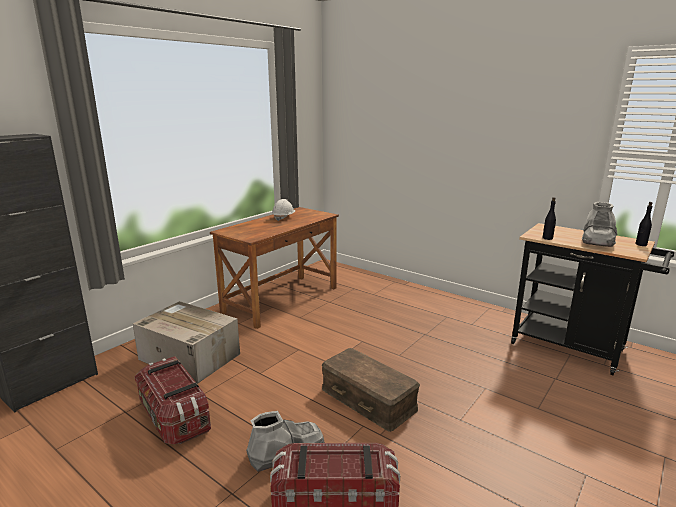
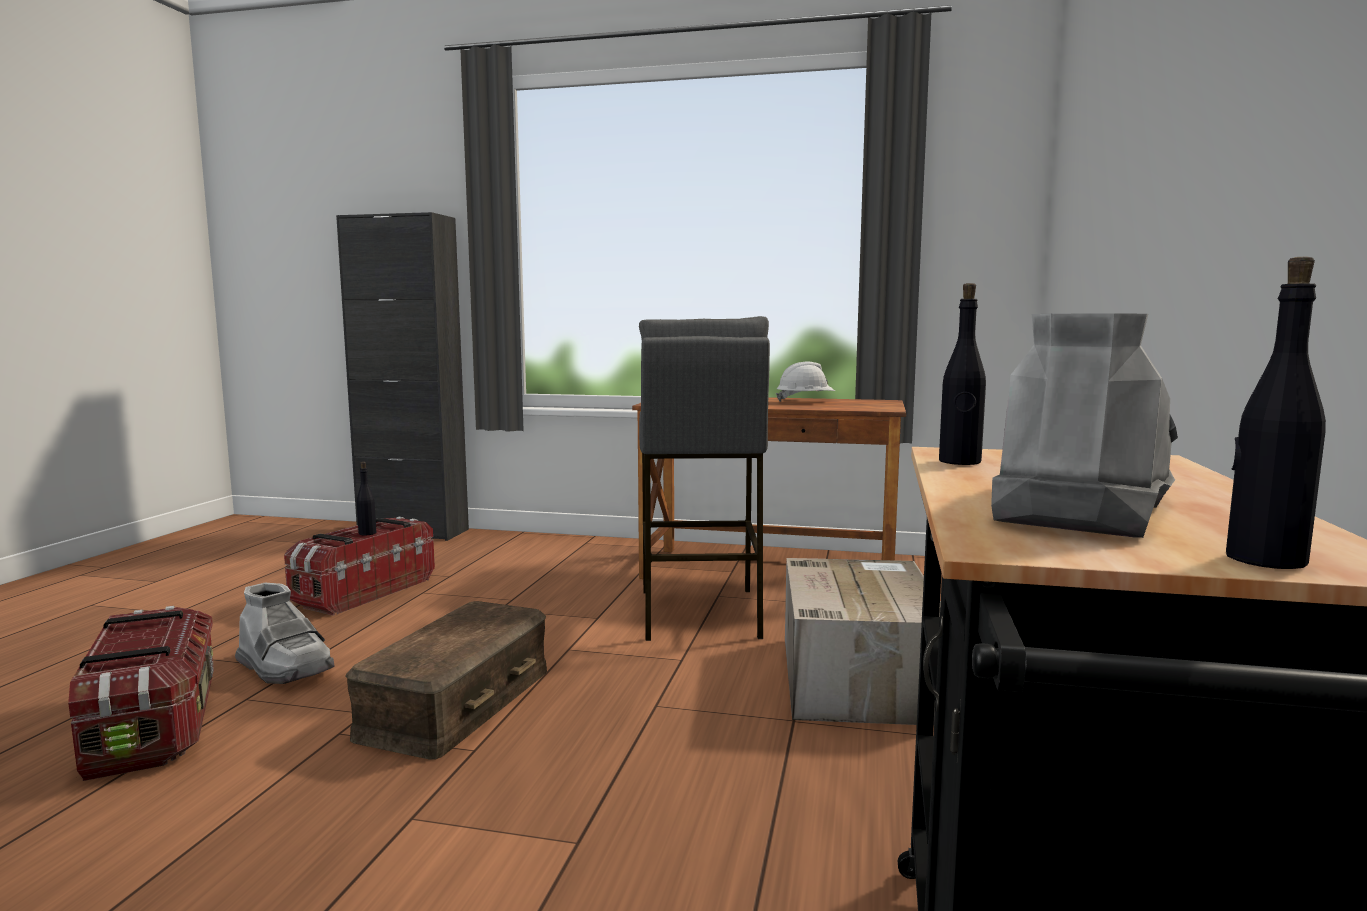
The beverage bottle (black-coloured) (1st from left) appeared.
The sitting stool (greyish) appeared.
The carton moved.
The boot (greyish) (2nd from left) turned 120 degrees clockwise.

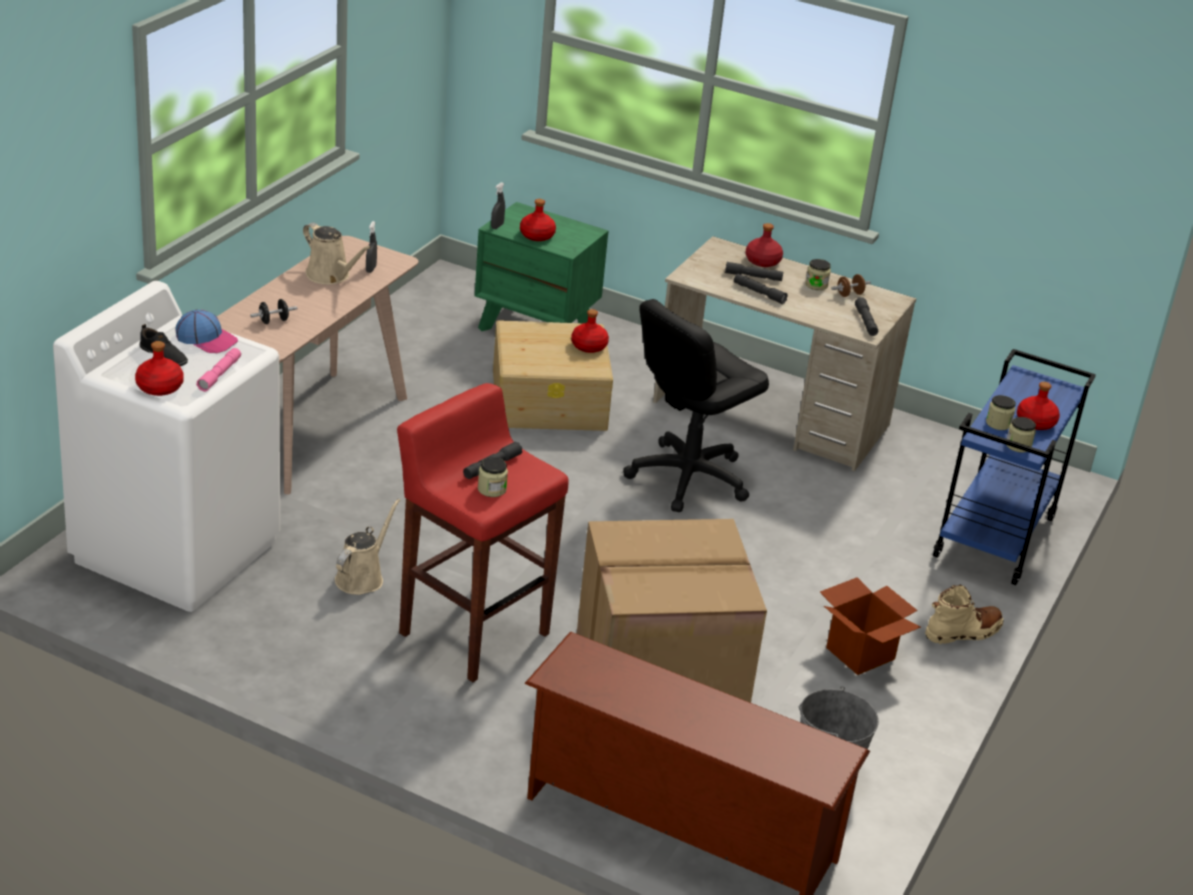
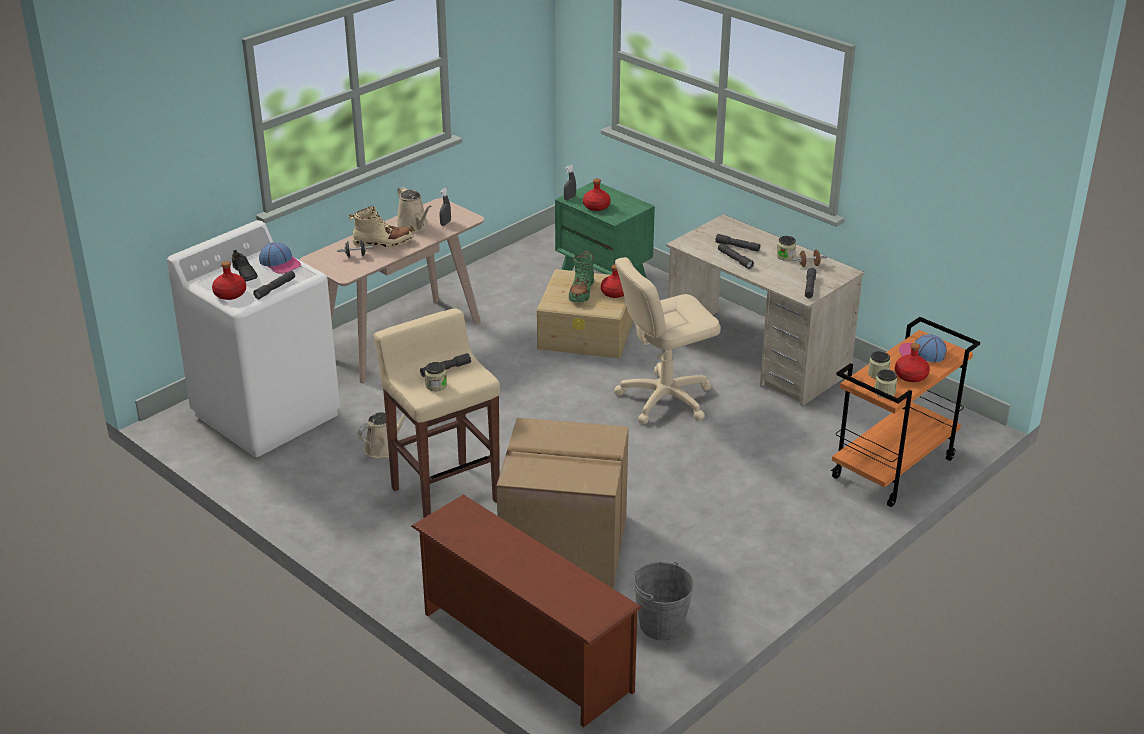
The torch (pinkish) became the torch (greyish) (1st from left).
The boot (beige-coloured) moved.
The sitting stool (reddish) became the sitting stool (beige-coloured).
The boot (green) appeared.
The desk chair (black-coloured) became the desk chair (beige-coloured).
The trolley (bluish) became the trolley (orange).
The cap (2nd from left) appeared.
The beverage bottle (reddish) (4th from left) disappeared.
The carton (2nd from left) disappeared.

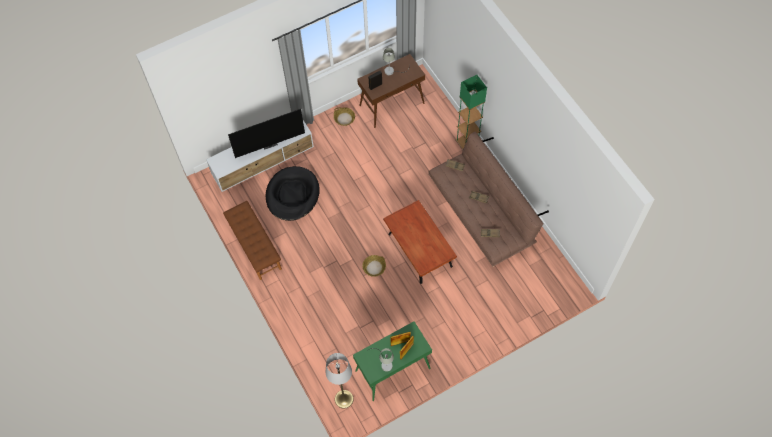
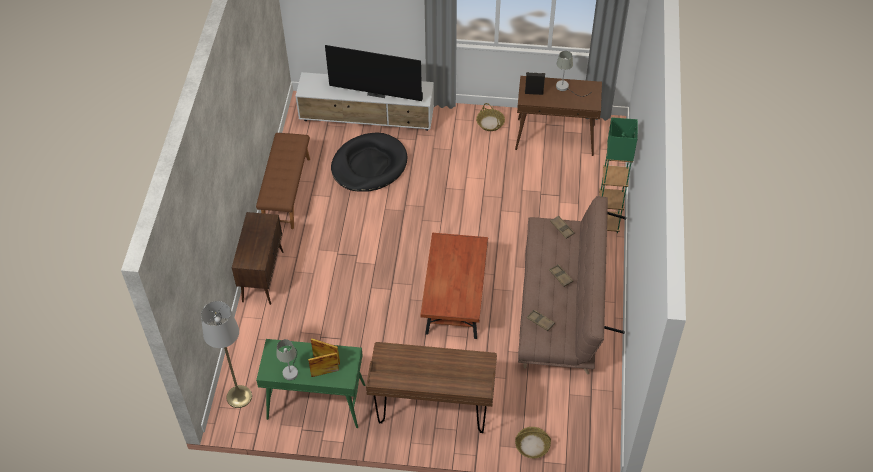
The cupboard (brown-coloured) appeared.
The desk table (brown-coloured) appeared.
The storage basket (2nd from left) moved.

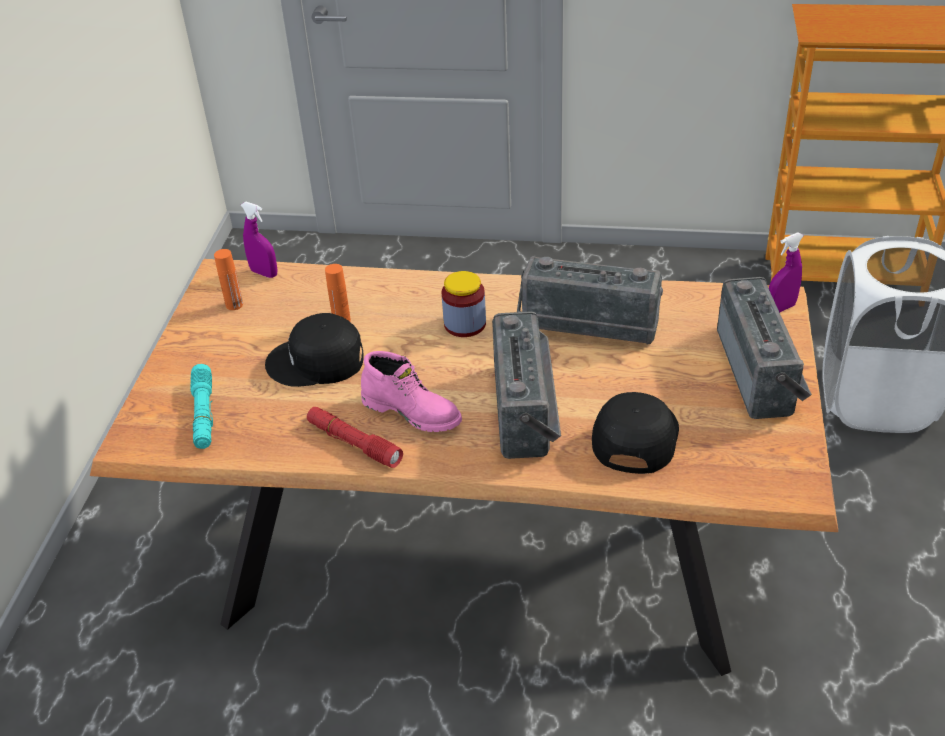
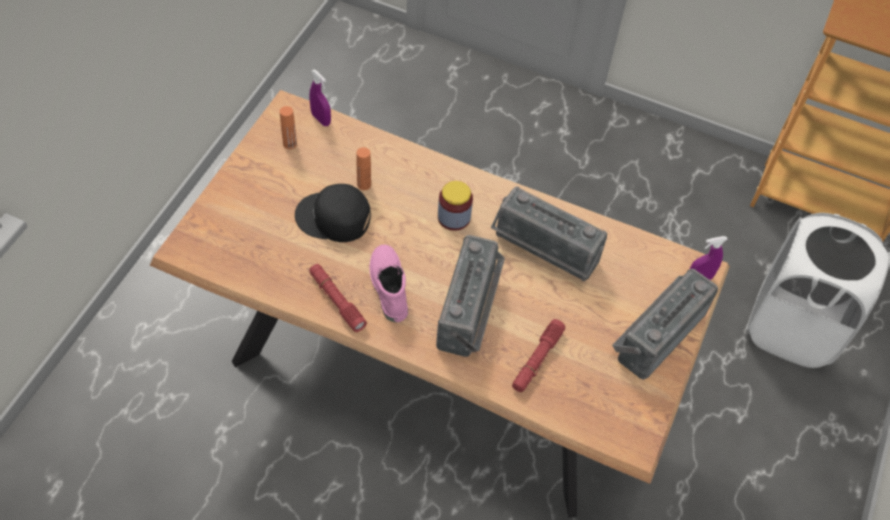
The boot (pinkish) turned 150 degrees counterclockwise.
The cap (black-coloured) (2nd from left) was replaced by the torch (reddish) (2nd from left).
The radio receiver (3rd from left) turned 150 degrees counterclockwise.
The torch (turquoise) disappeared.

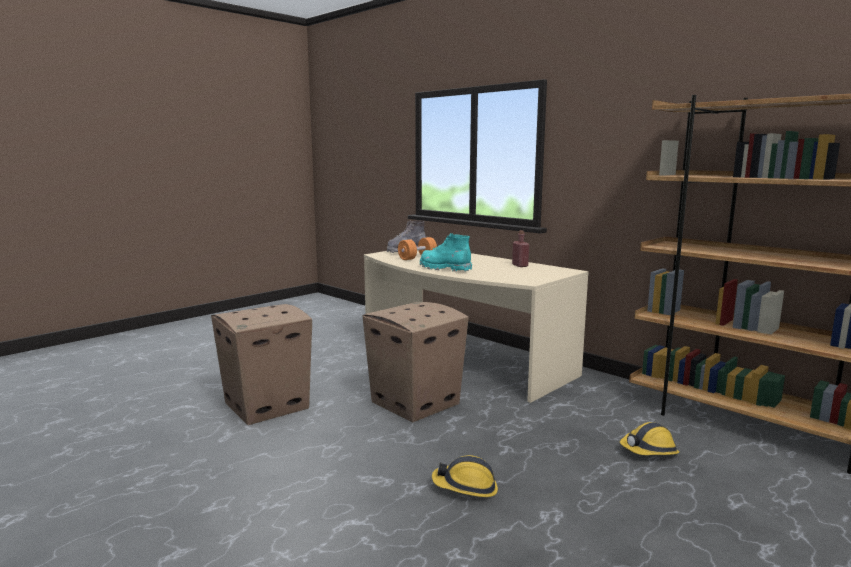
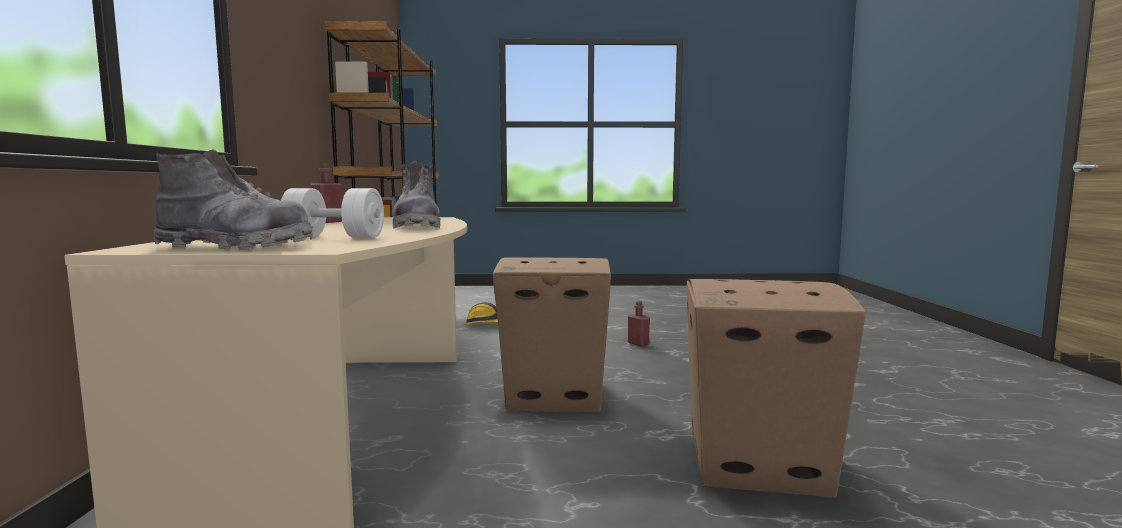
The hand weight (orange) became the hand weight (white).
The boot (turquoise) became the boot (greyish) (2nd from left).
The hard hat (1st from left) was replaced by the beverage bottle (reddish) (2nd from left).

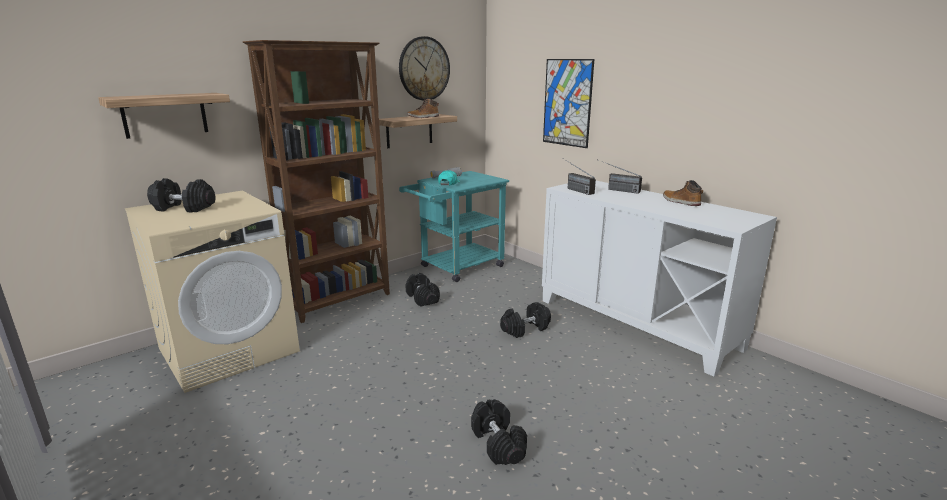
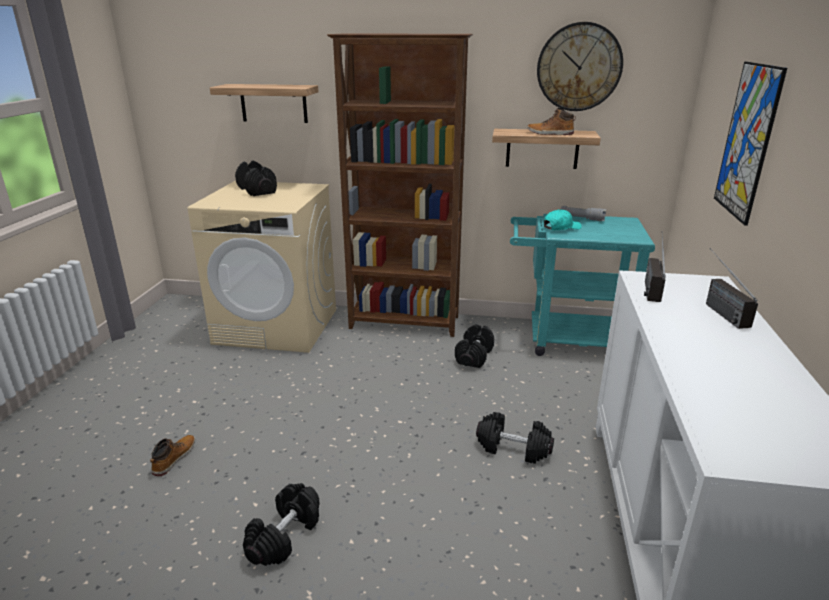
The boot (2nd from left in the first image) moved.

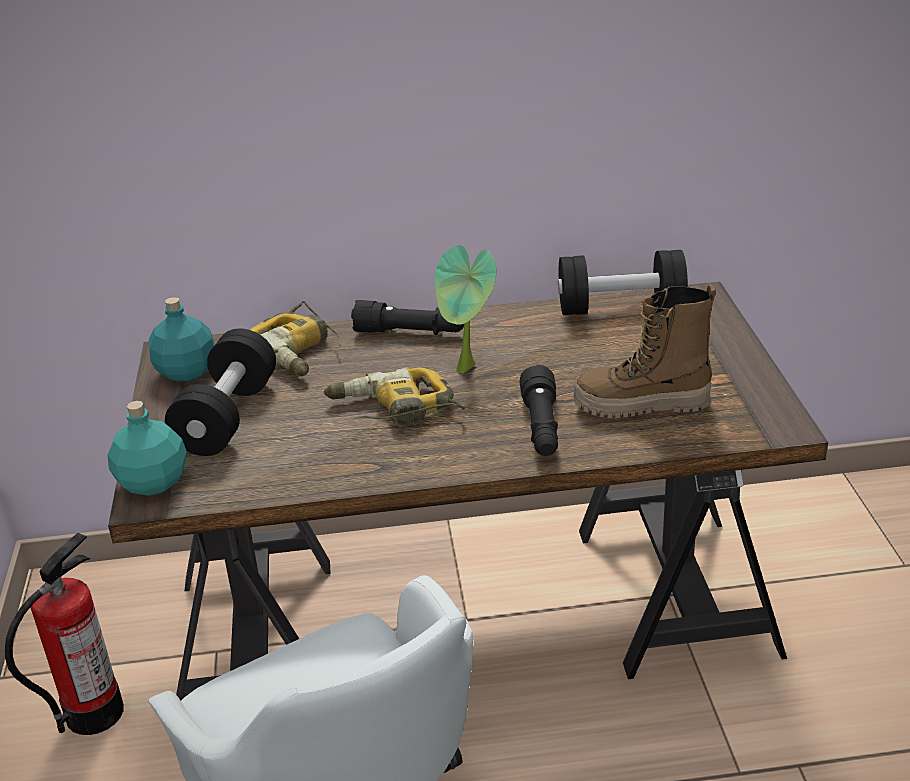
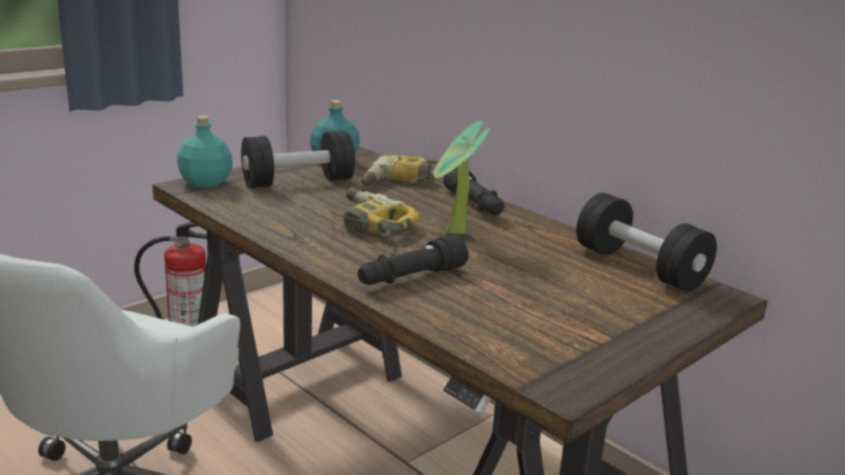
The boot disappeared.

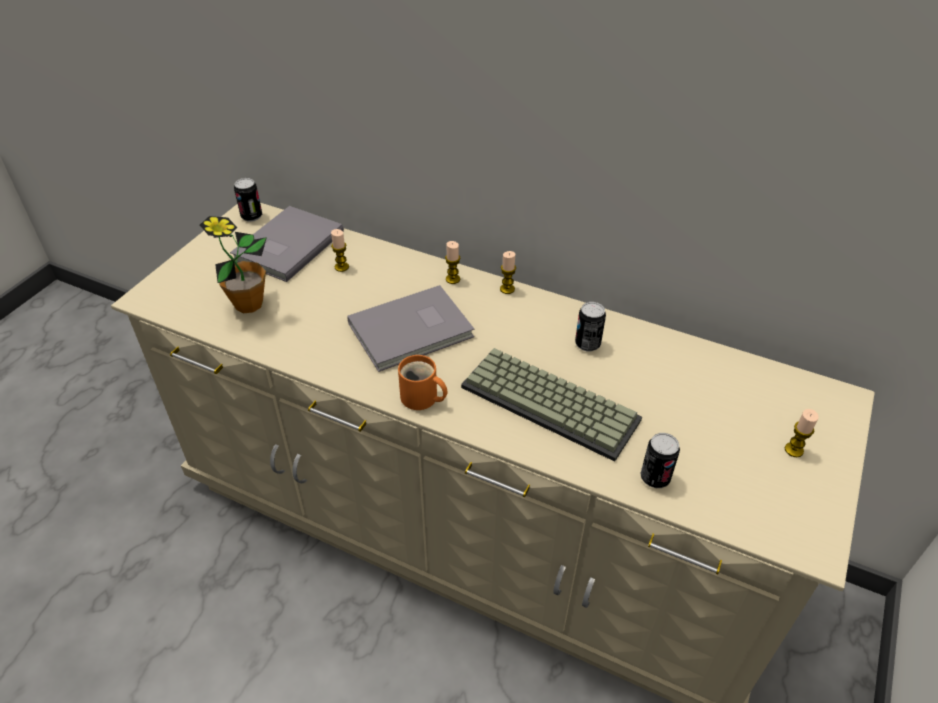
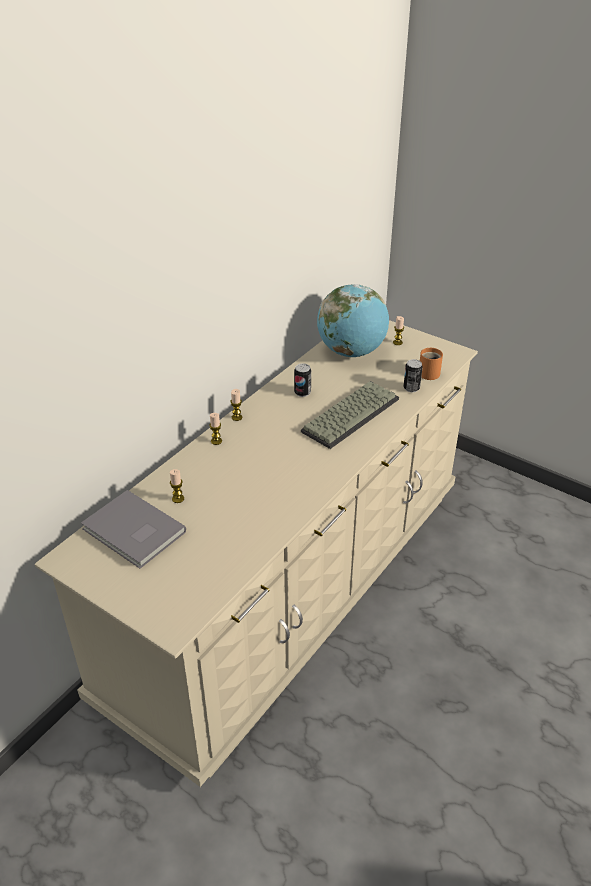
The world globe appeared.
The tea mug (orange) moved.
The plant in a pot disappeared.
The metal can (1st from left) disappeared.
The volume (greyish) (2nd from left) disappeared.

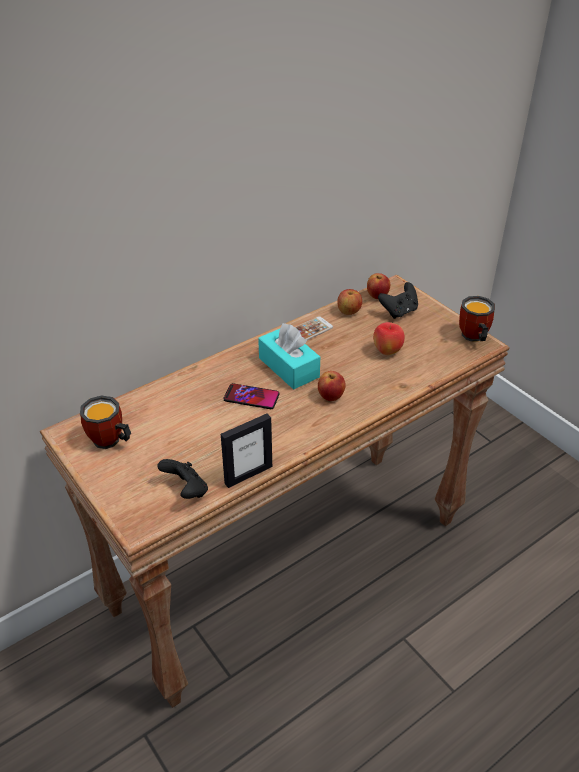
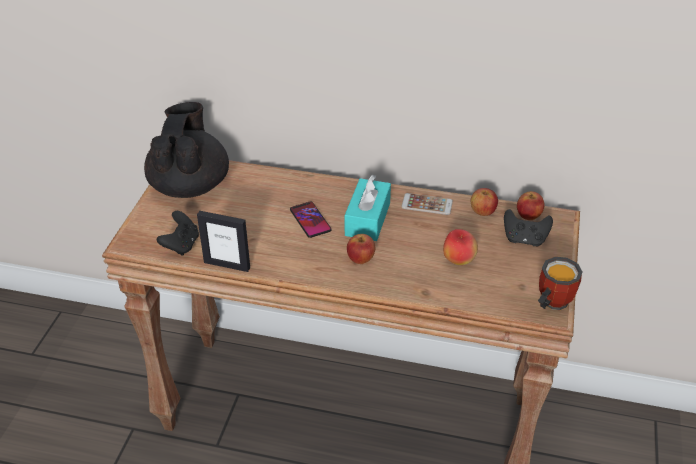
The tea mug (1st from left) was replaced by the teapot (black-coloured).

